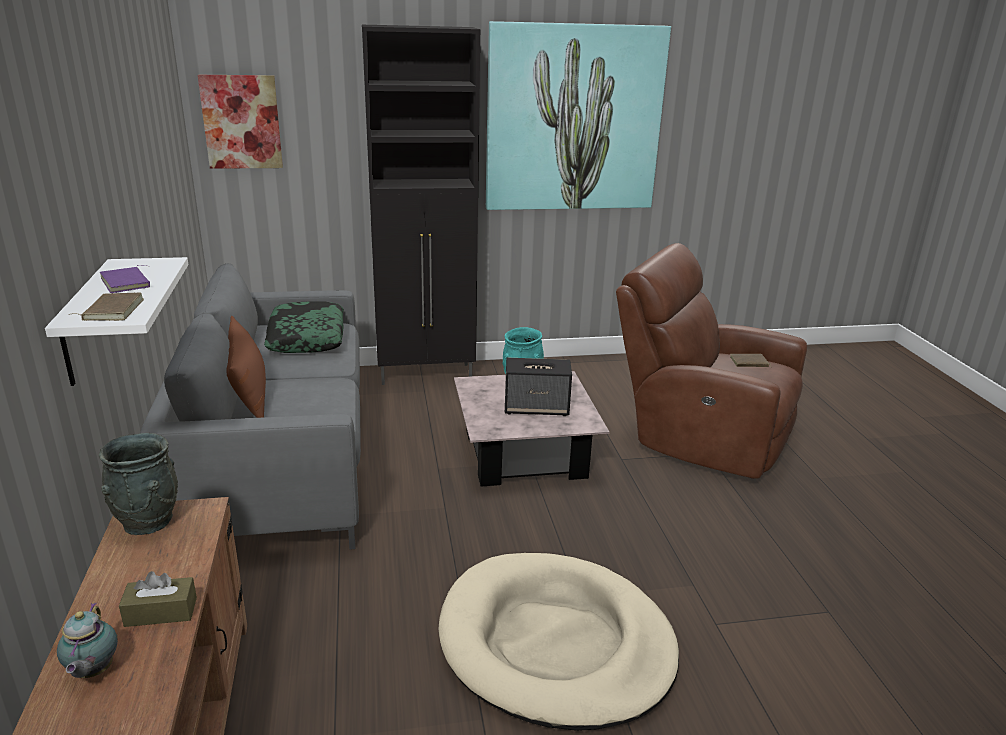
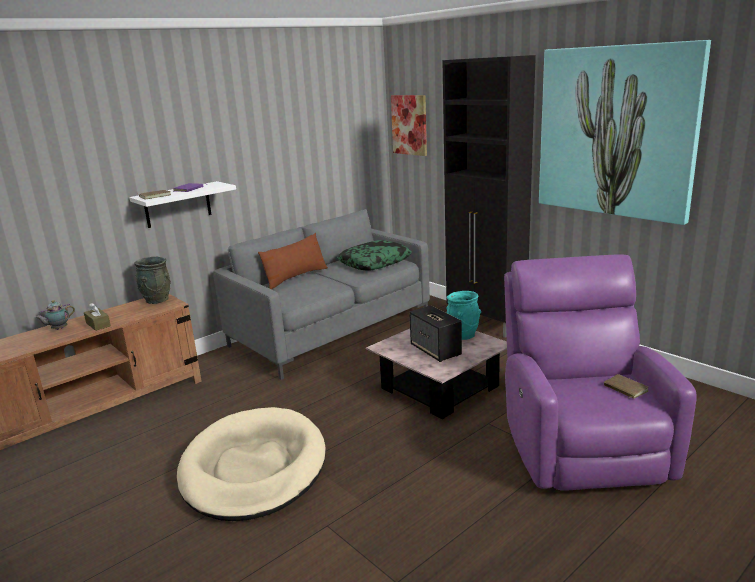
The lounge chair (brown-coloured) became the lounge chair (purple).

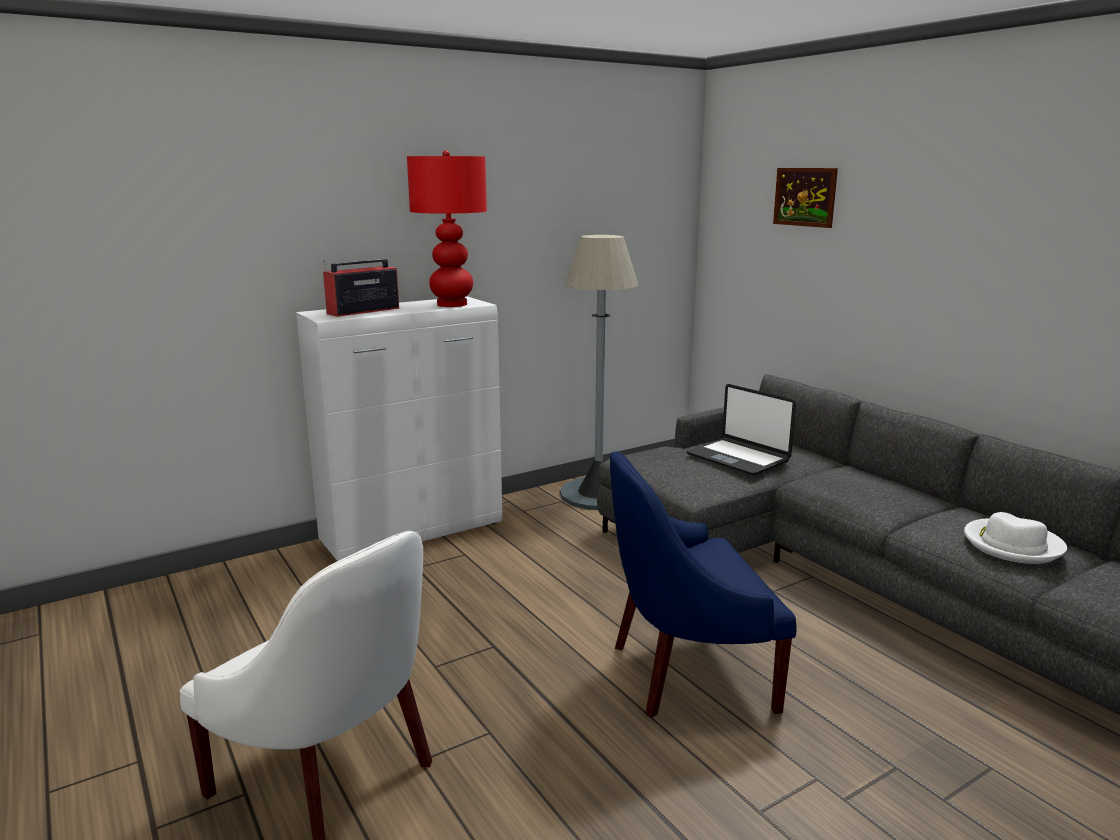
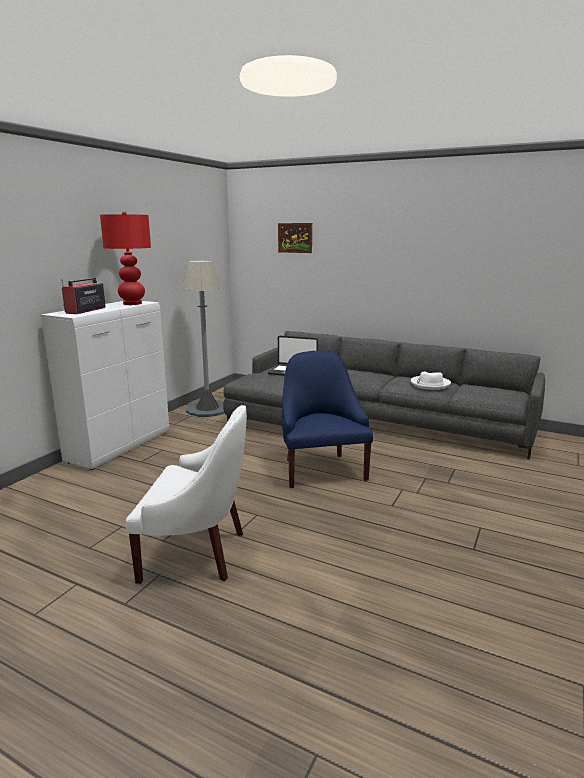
The lounge chair (bluish) turned 120 degrees clockwise.

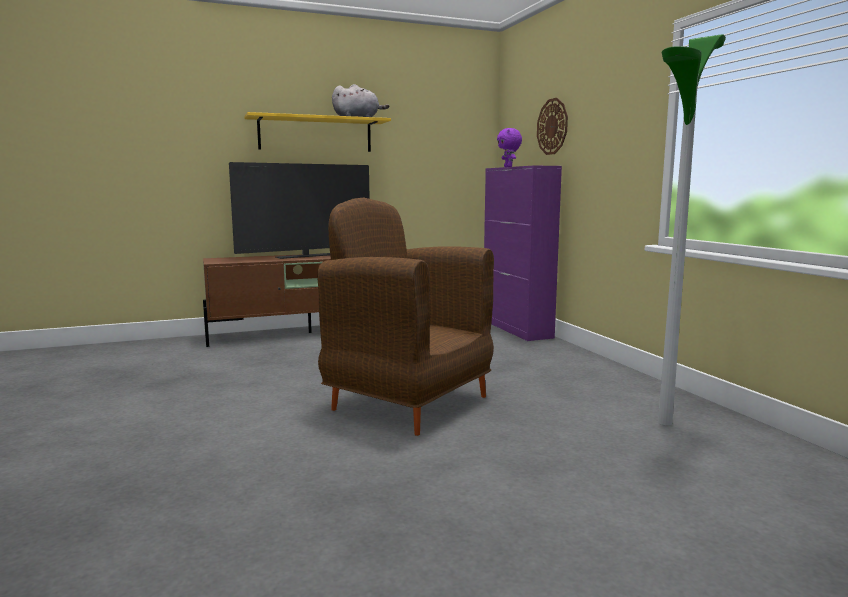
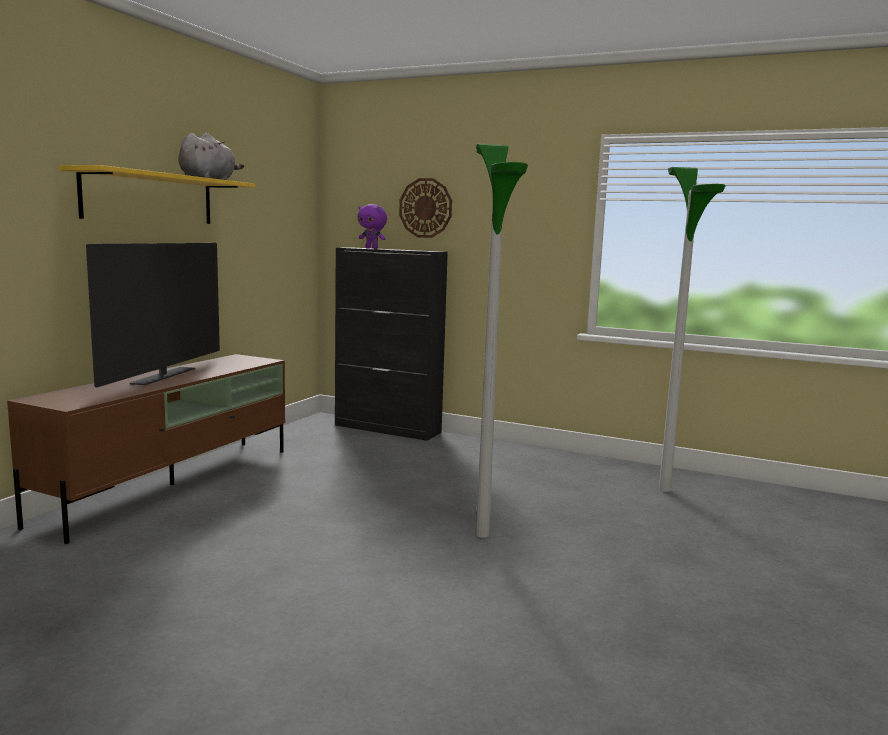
The cupboard (purple) became the cupboard (black-coloured).
The lounge chair (brown-coloured) was replaced by the standing lamp (1st from left).

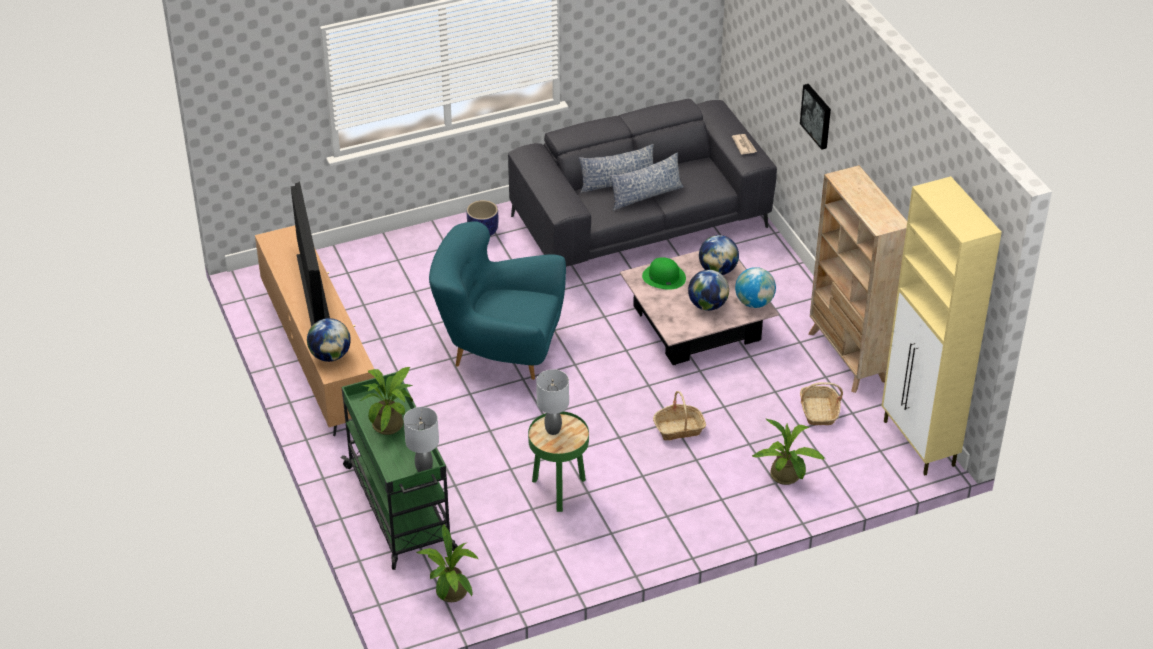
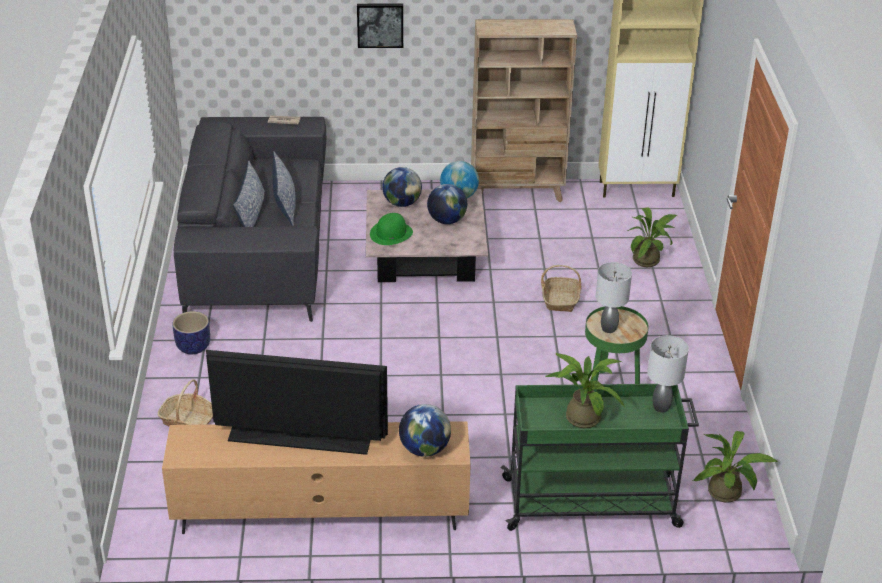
The storage basket (2nd from left in the first image) moved.
The lounge chair (turquoise) disappeared.

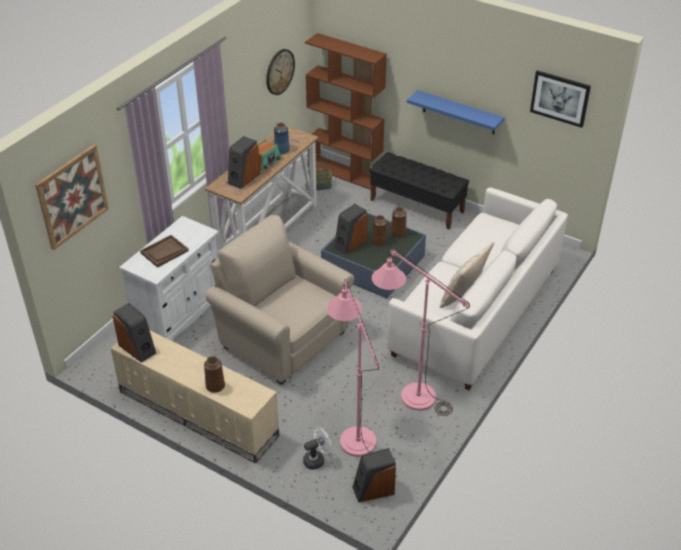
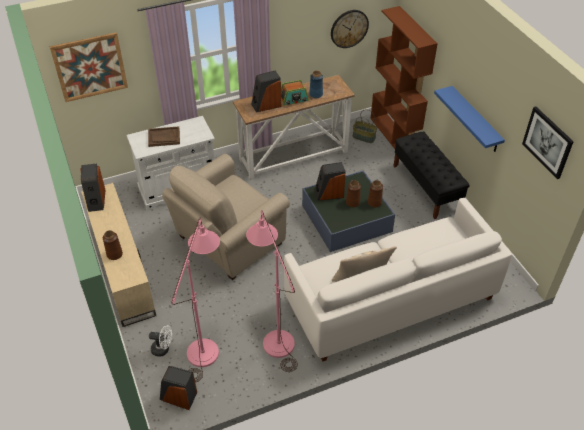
The lounge chair (beige-coloured) turned 120 degrees counterclockwise.

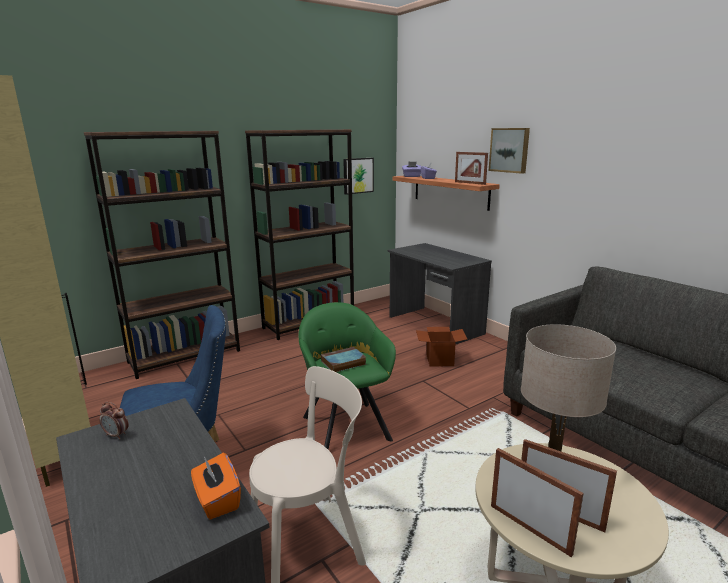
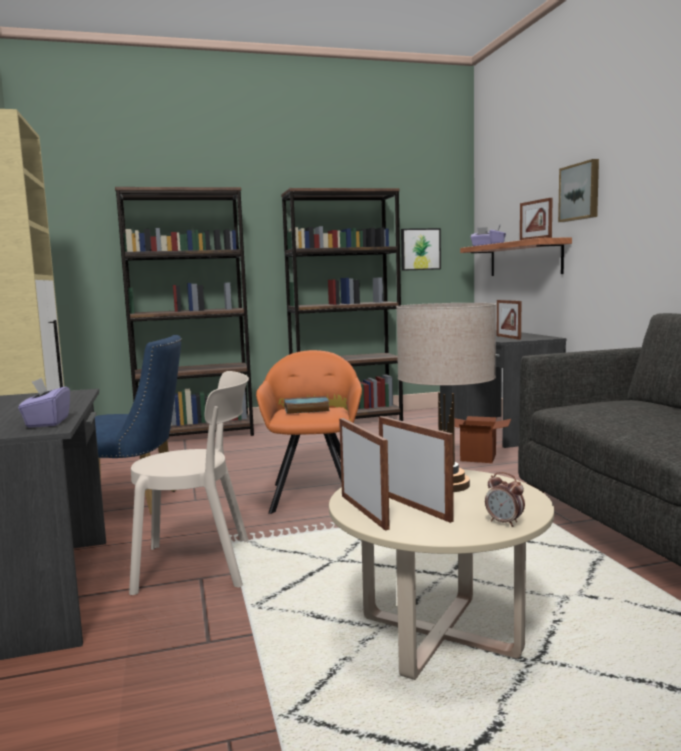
The box of tissues (orange) became the box of tissues (purple) (1st from left).
The lounge chair (green) became the lounge chair (orange).
The table clock moved.
The picture frame (3rd from left) appeared.

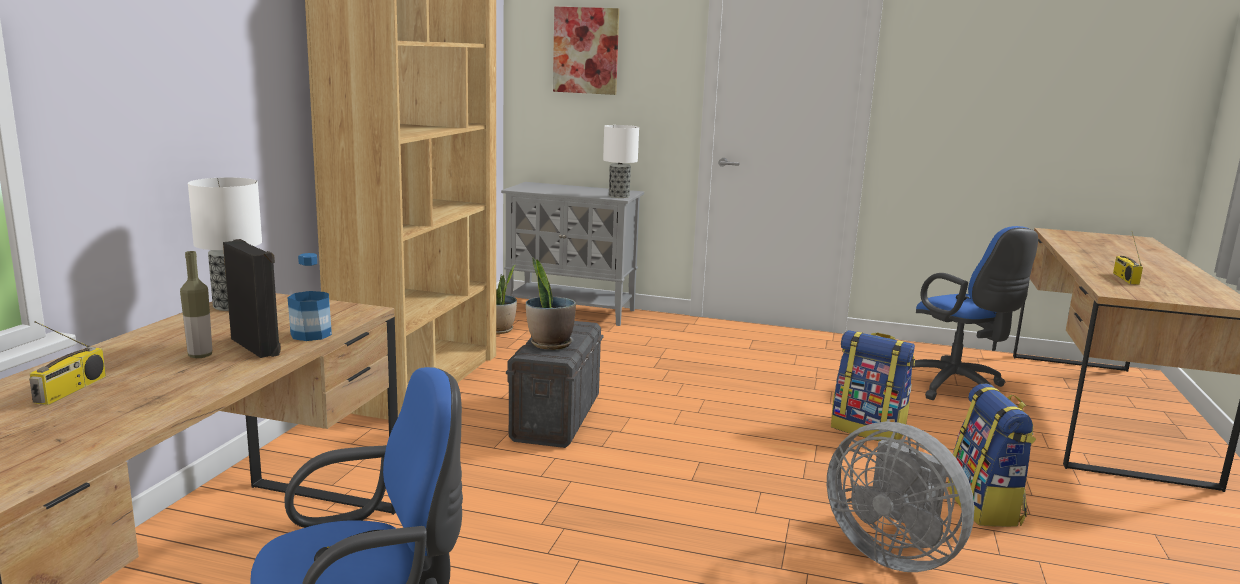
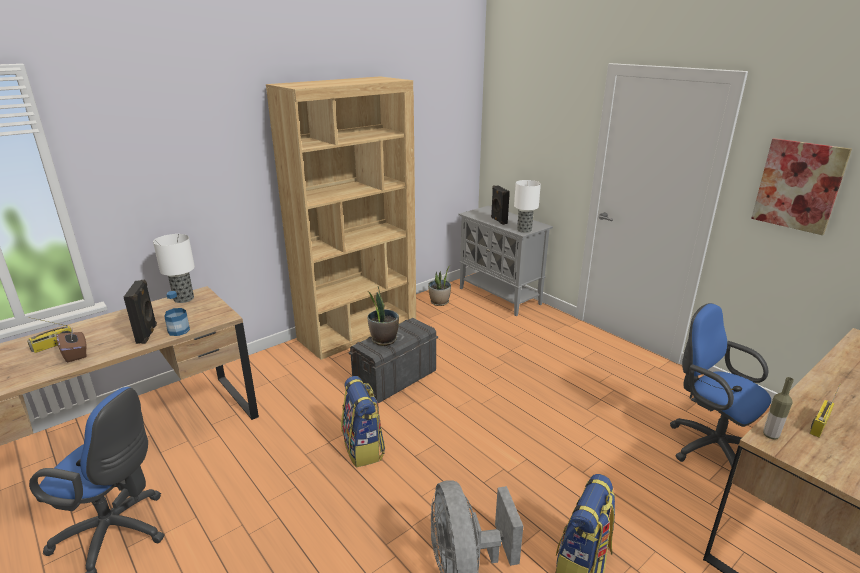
The box of tissues (brown-coloured) appeared.
The knapsack (1st from left) moved.
The loudspeaker (black-coloured) (2nd from left) appeared.
The desk chair (bluish) (2nd from left) turned 135 degrees clockwise.
The wall art moved.
The beverage bottle (1st from left in the first image) moved.

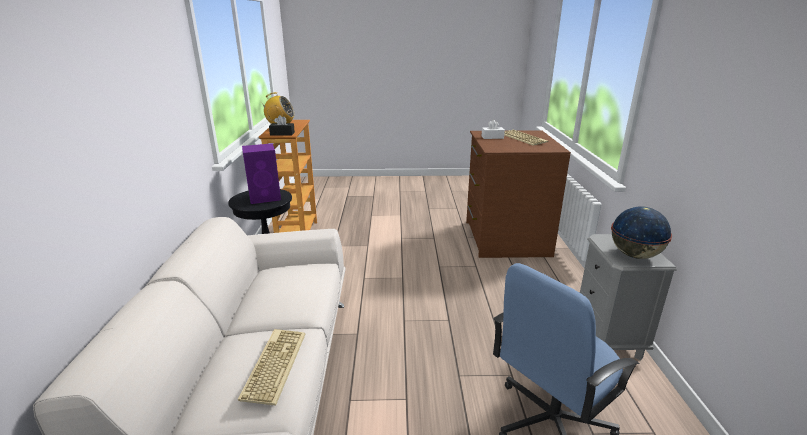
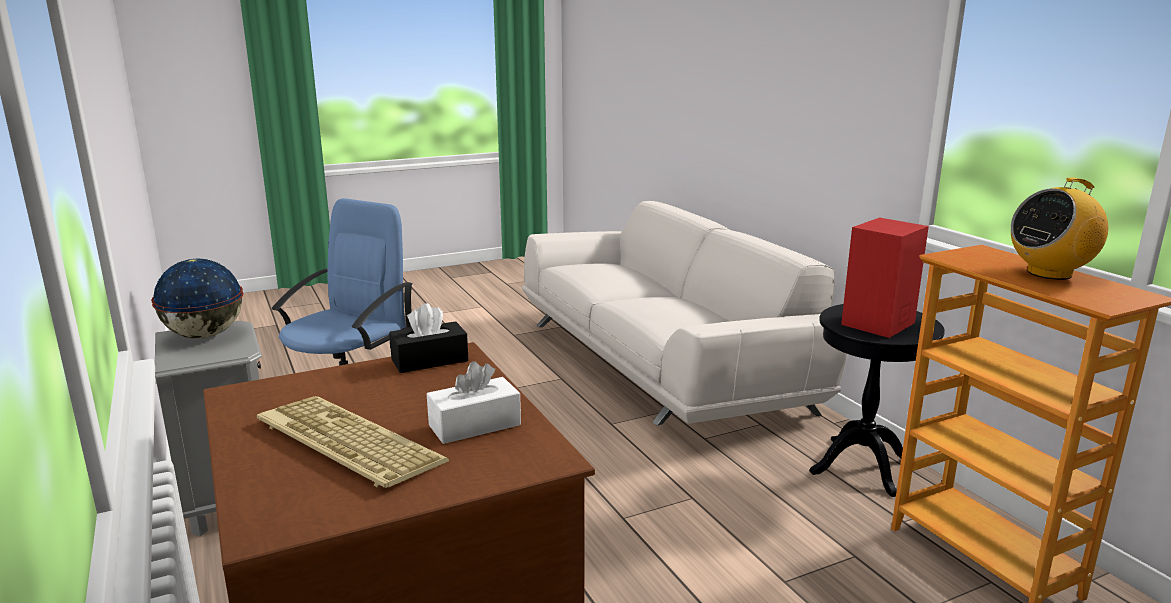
The box of tissues (black-coloured) moved.
The loudspeaker (purple) became the loudspeaker (reddish).
The keyboard (1st from left) disappeared.

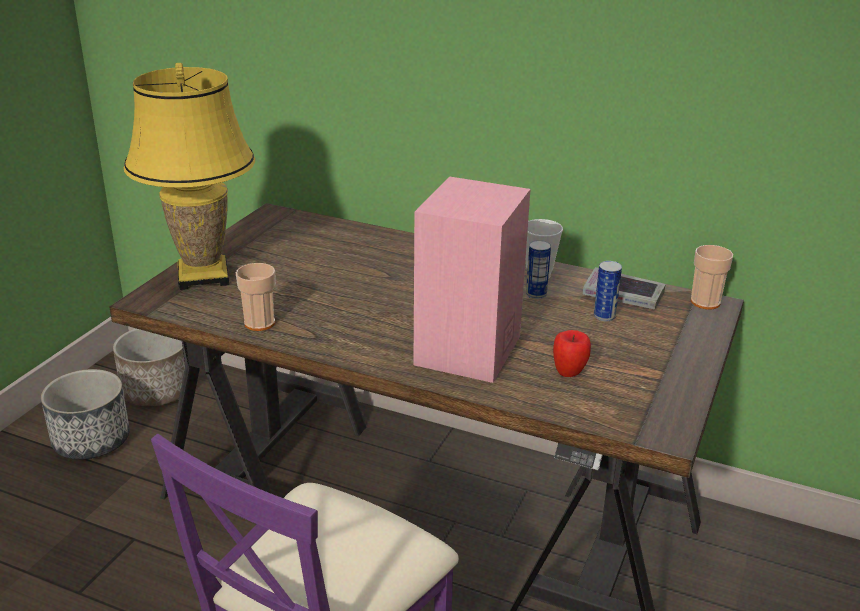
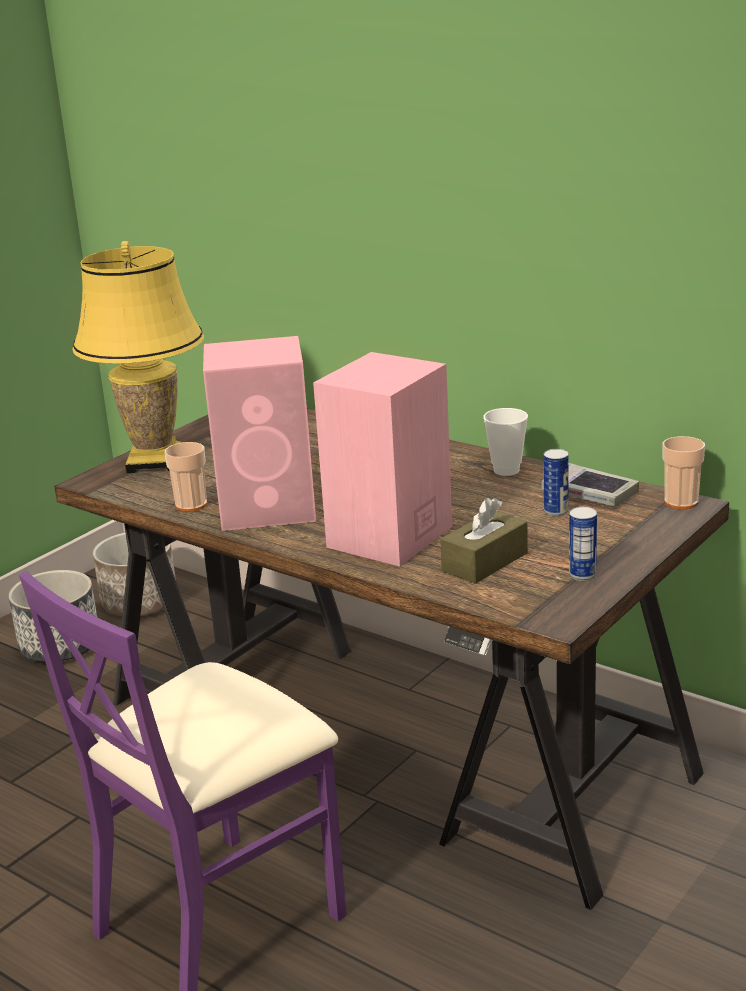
The loudspeaker (pinkish) (1st from left) appeared.
The apple fruit was replaced by the box of tissues (brown-coloured).
The metal can (1st from left in the first image) moved.

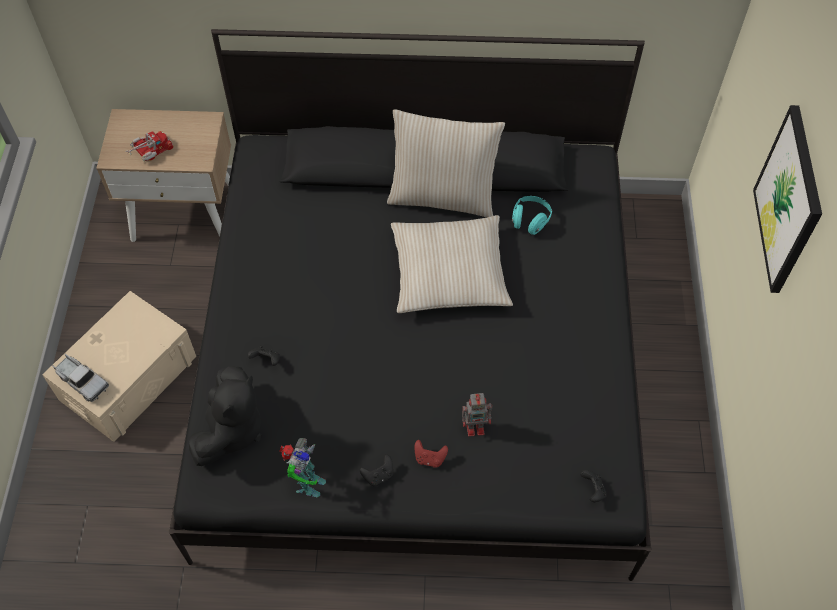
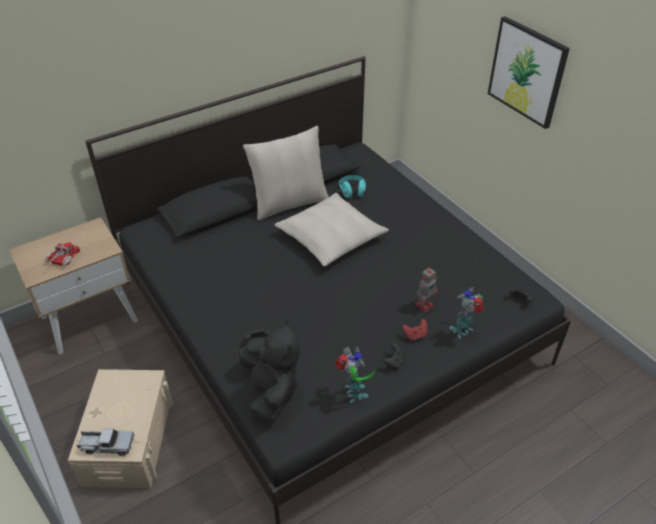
The toy robot (3rd from left) appeared.

